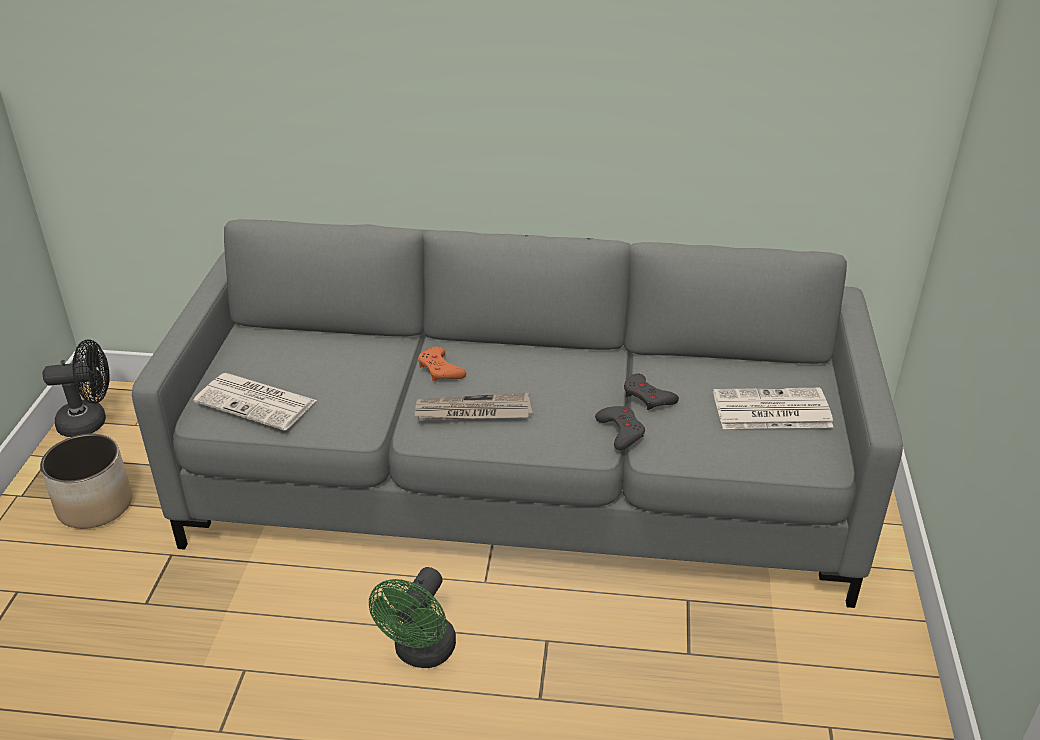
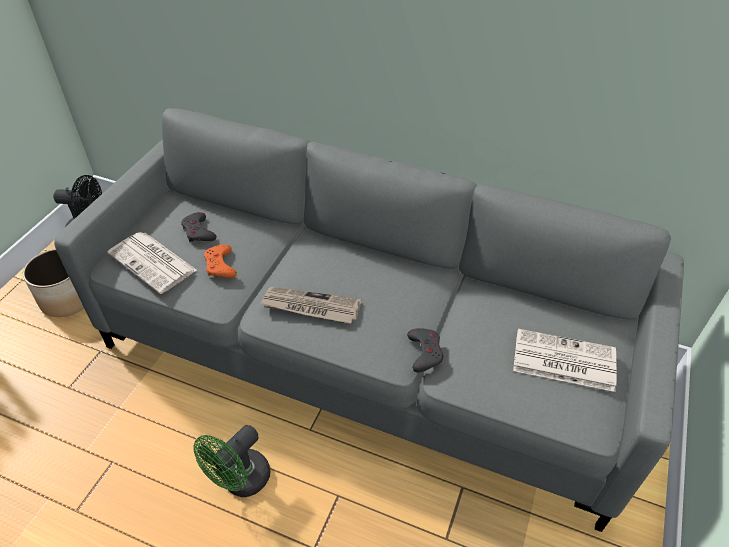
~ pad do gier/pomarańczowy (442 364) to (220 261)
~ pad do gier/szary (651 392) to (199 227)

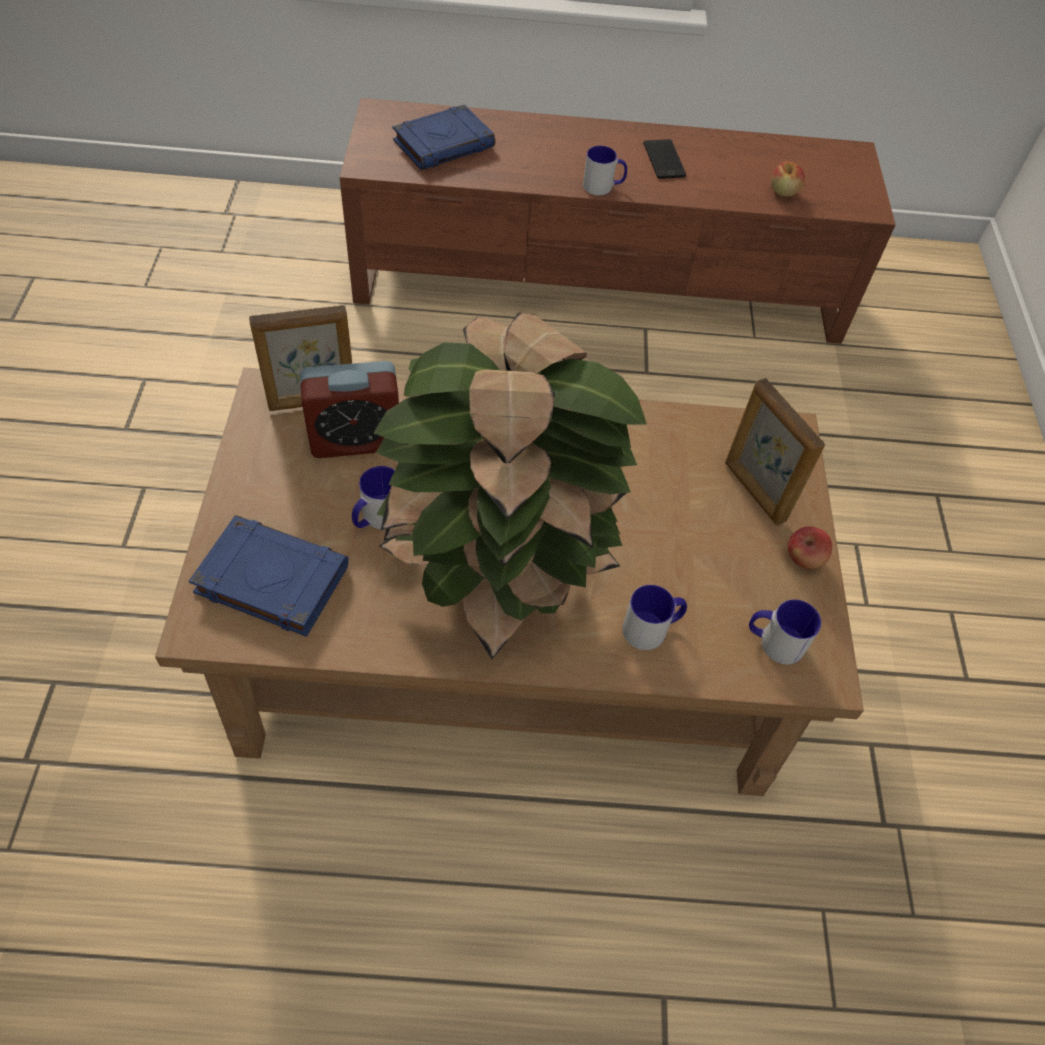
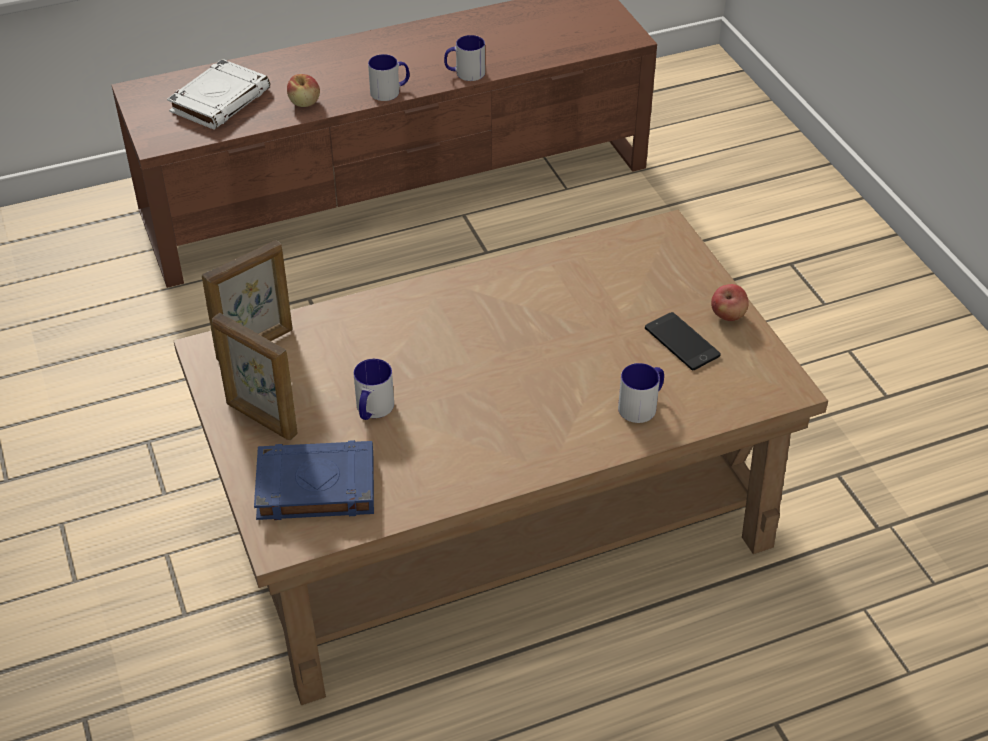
- budzik (349 409)
- roślina doniczkowa (510 485)
~ książka/niebieski (443 137) to książka/biały (218 94)
~ telefon (664 159) to (683 341)
~ ramka na zdjęcie (775 452) to (255 376)
~ kubek (785 631) to (464 58)
~ jabłko (788 178) to (303 90)

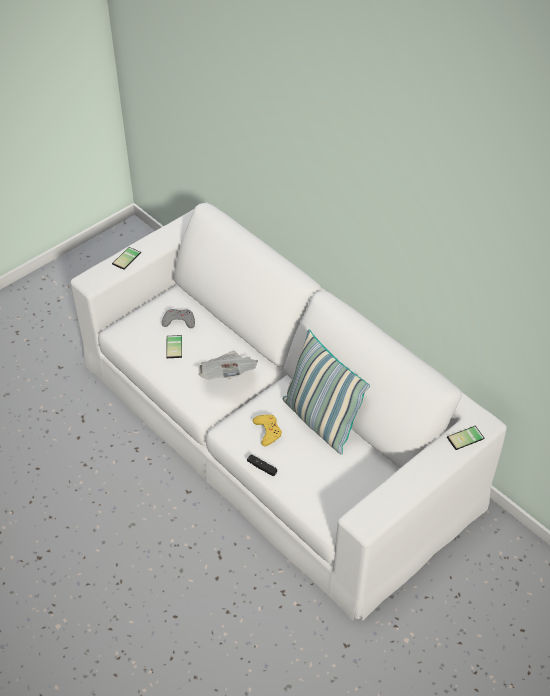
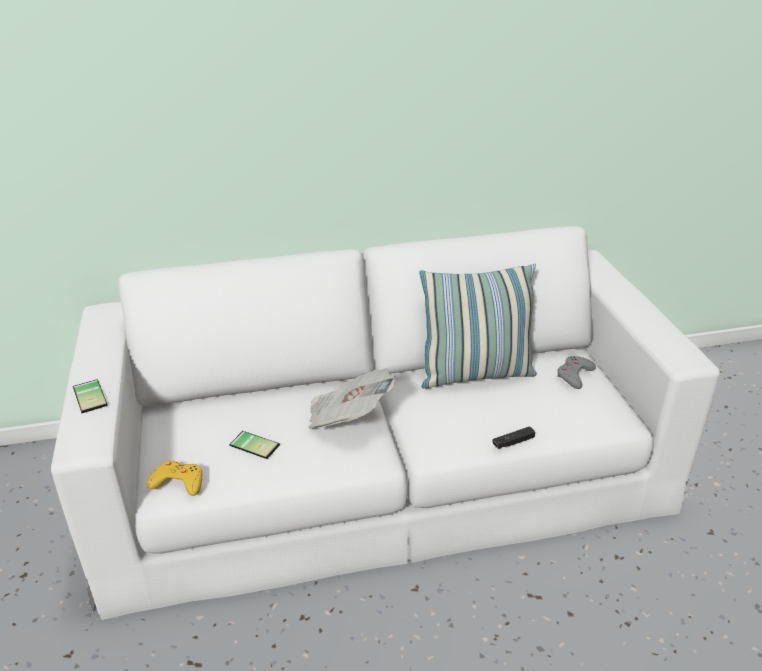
~ pad do gier/szary (178 318) to (576 372)
~ pad do gier/żółty (267 430) to (174 478)
- telefon (466 438)

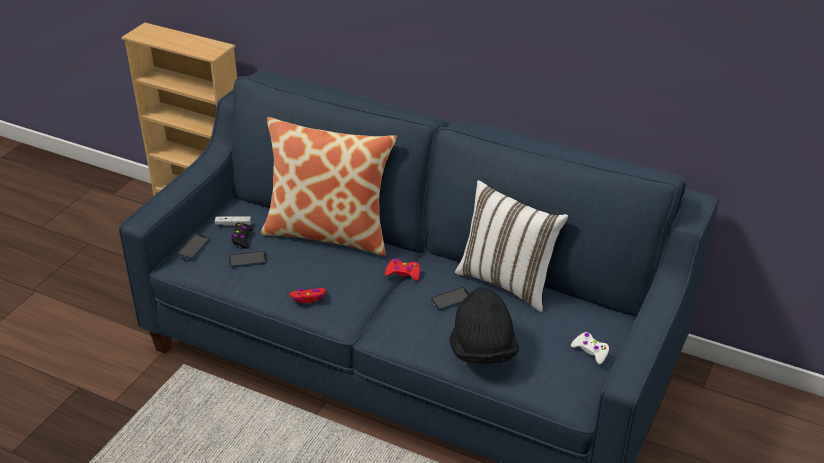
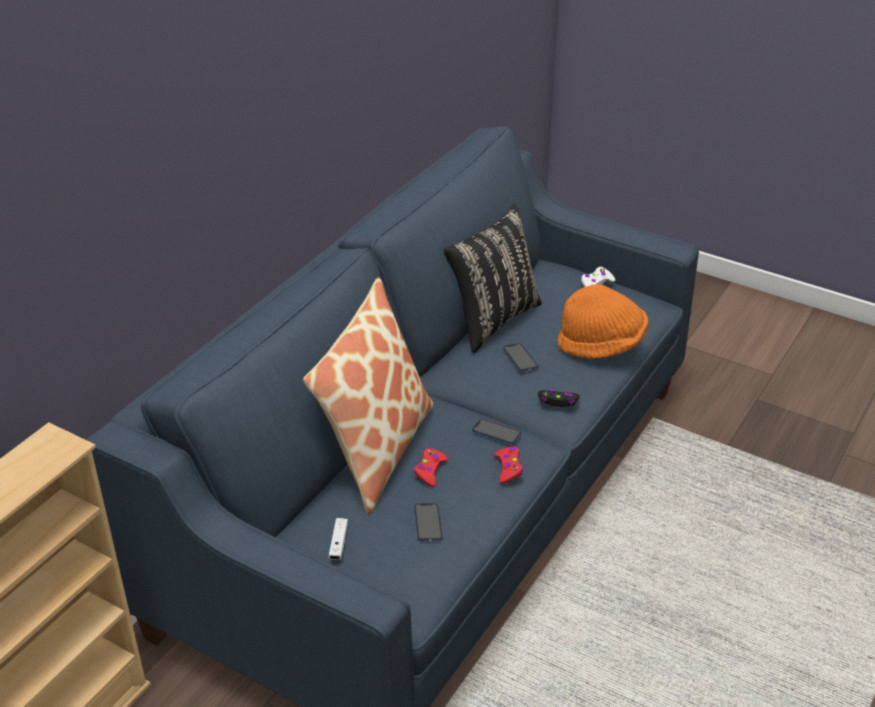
~ telefon (194 247) to (496 432)
~ pad do gier/czarny (242 236) to (559 398)
~ pad do gier/czerwony (402 270) to (431 467)
~ kapelusz/czarny (484 325) to kapelusz/pomarańczowy (602 321)
~ poduszka/biały (512 246) to poduszka/czarny (492 278)

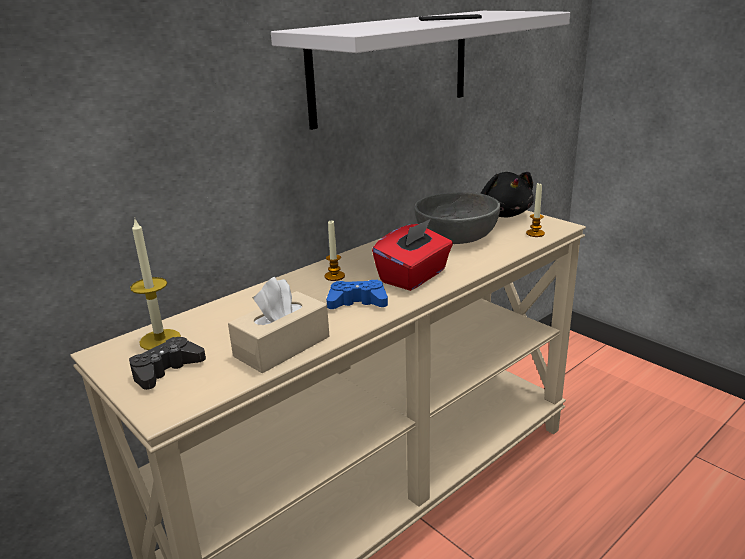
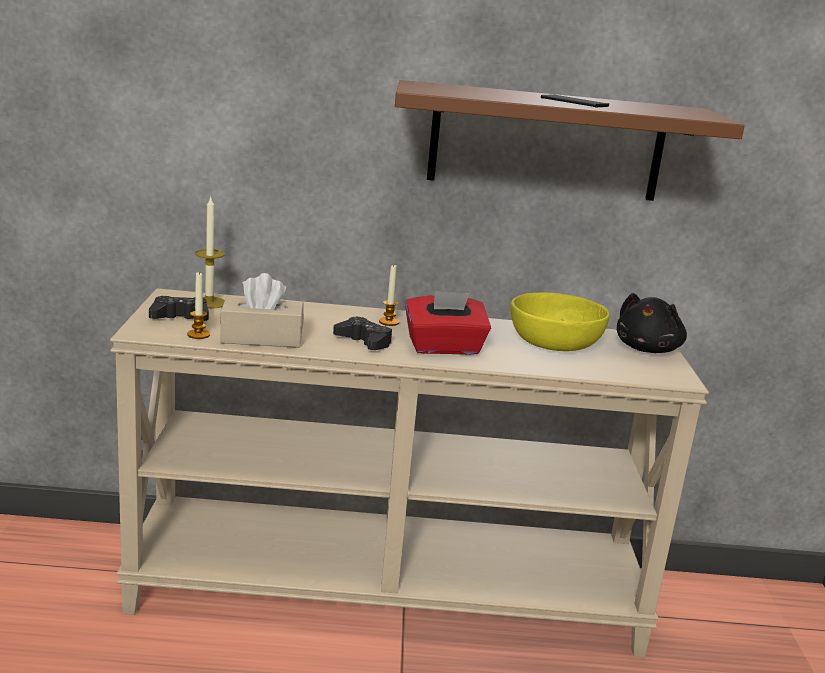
~ półka/biały (420 70) to półka/brązowy (570 140)
~ pad do gier/niebieski (357 294) to pad do gier/czarny (362 333)
~ miska/szary (457 218) to miska/żółty (560 322)
~ świeca (535 209) to (198 305)

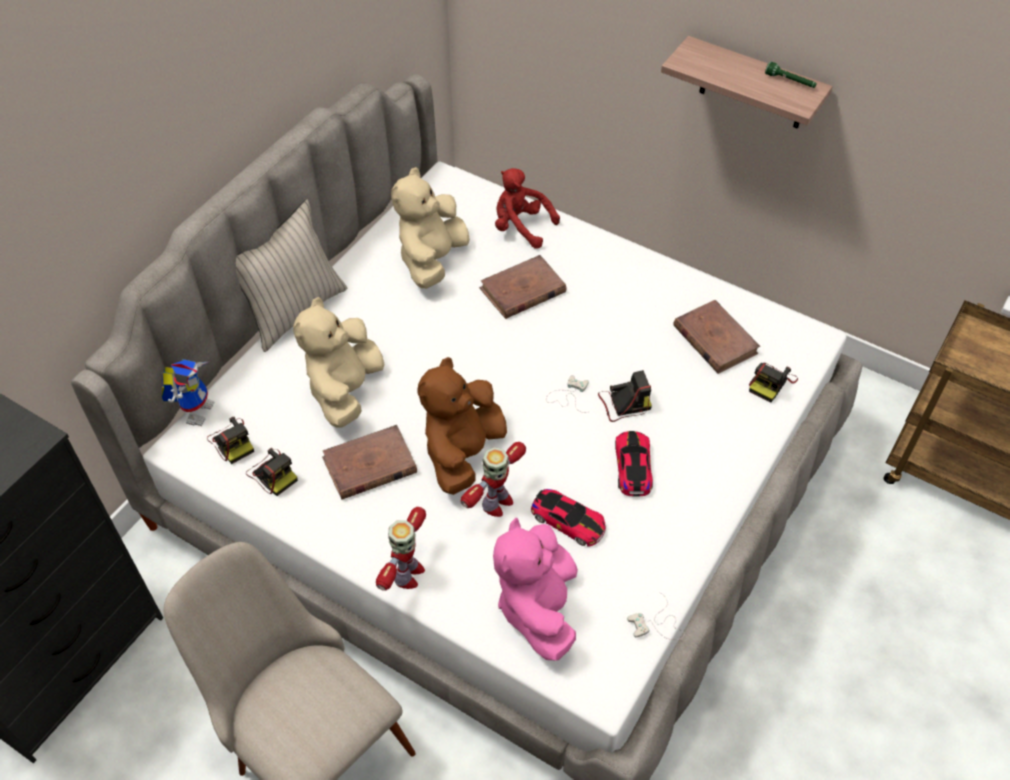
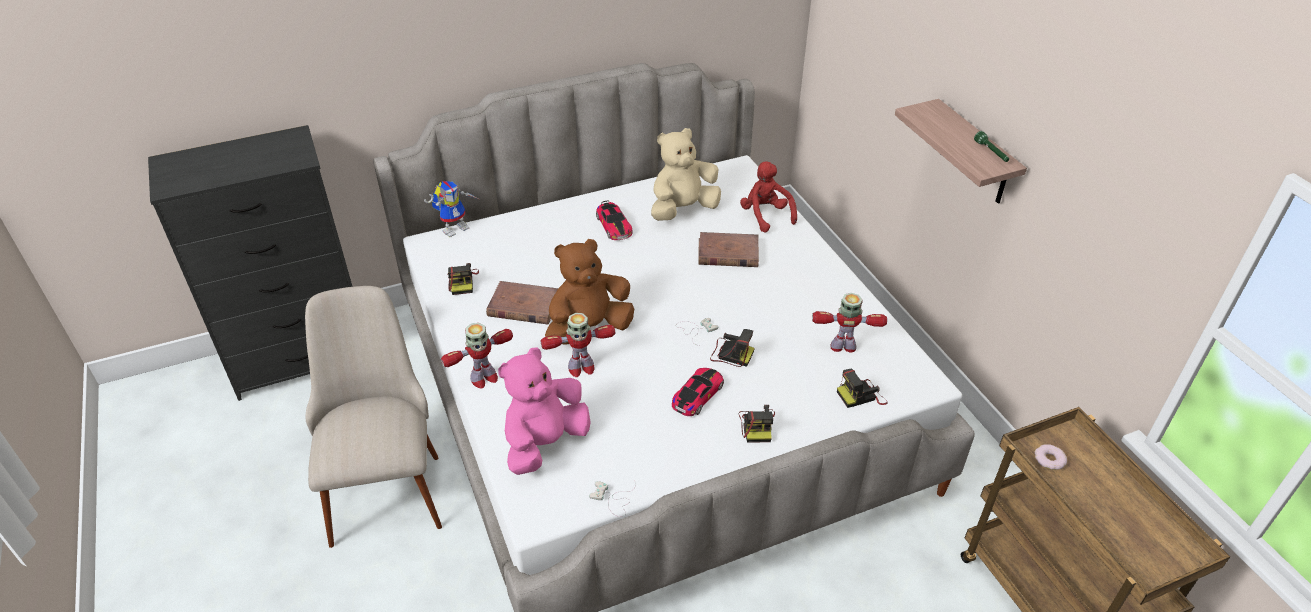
~ aparat fotograficzny (230 440) to (757 424)
- poduszka/beżowy (291 275)
- pluszak/beżowy (339 362)
~ samochodzik (568 517) to (614 220)
~ książka/brązowy (716 337) to robot zabawkowy (849 323)
+ donut (1051 457)

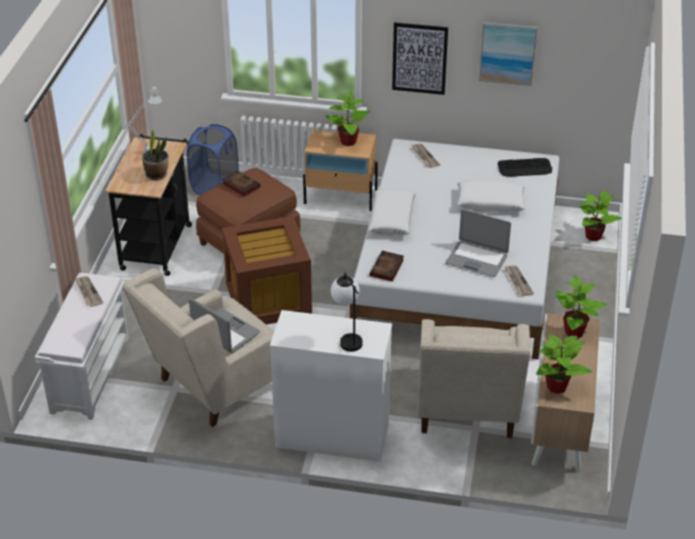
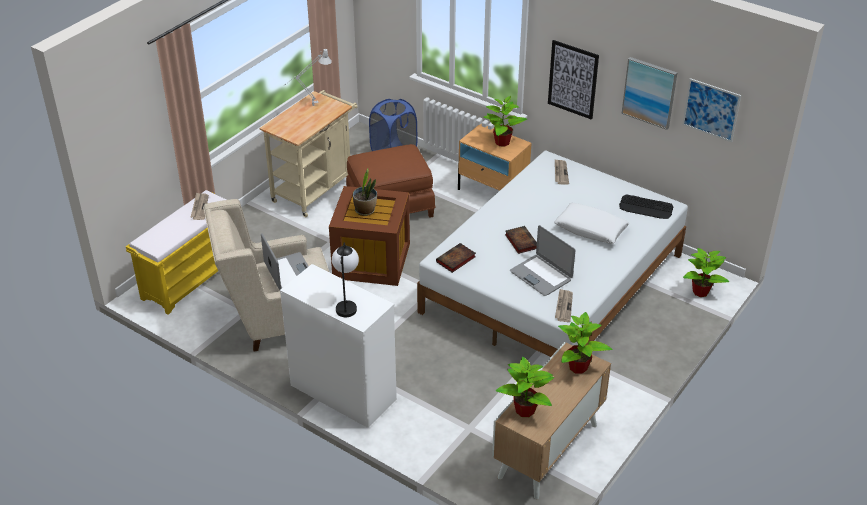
~ ławka/biały (82 346) to ławka/żółty (176 252)
~ wózek/czarny (148 205) to wózek/beżowy (308 153)
~ roślina doniczkowa (155 154) to (365 192)
~ książka (241 184) to (521 240)
- poduszka/biały (392 212)
- fotel/beżowy (473 378)
+ obraz (711 110)

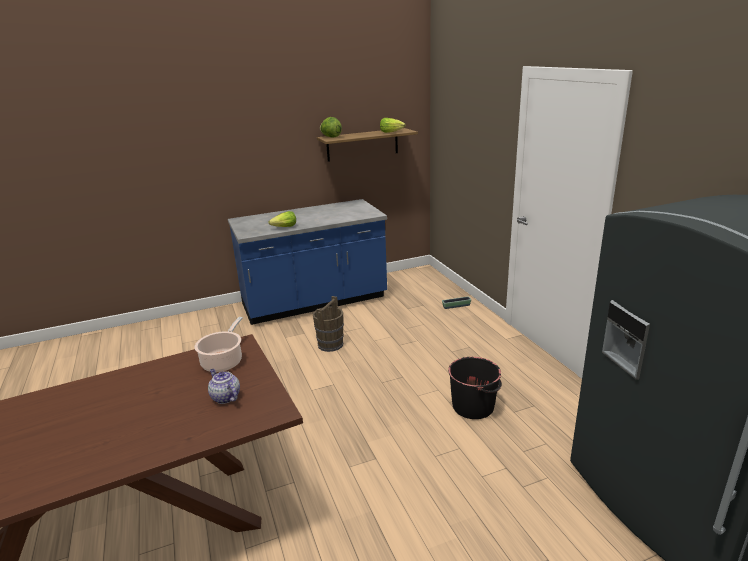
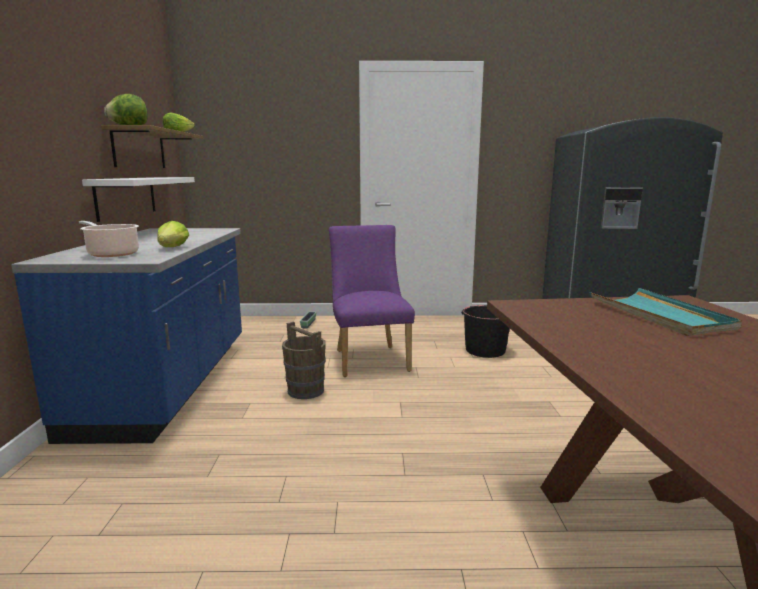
~ garnek (219 344) to (109 239)
~ imbryk (224 386) to taca/turkusowy (666 312)
+ półka/biały (138 199)
+ krzesło/fioletowy (372 301)

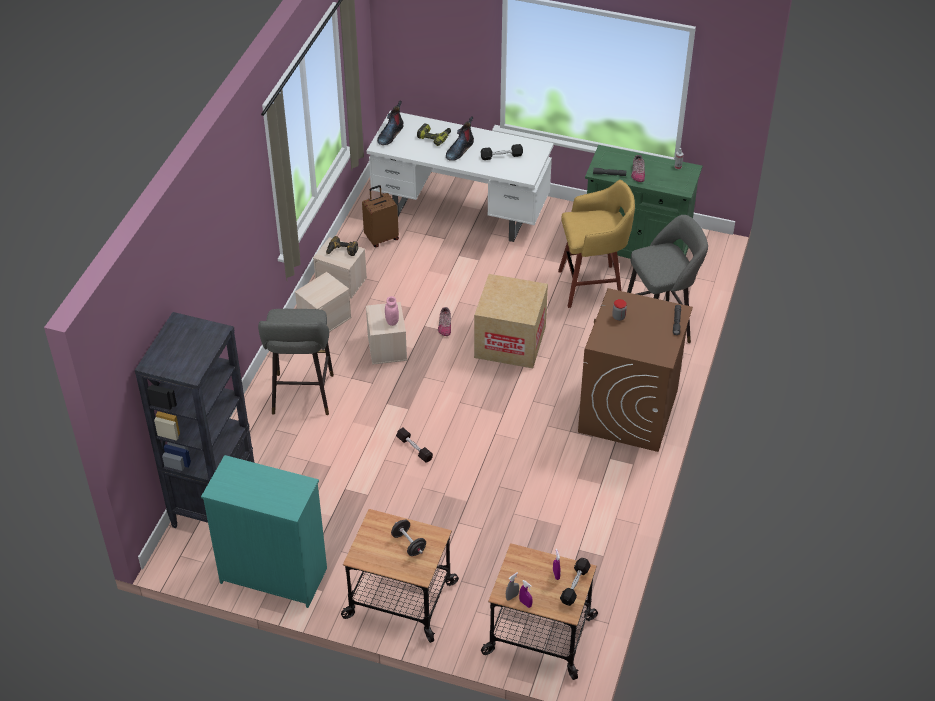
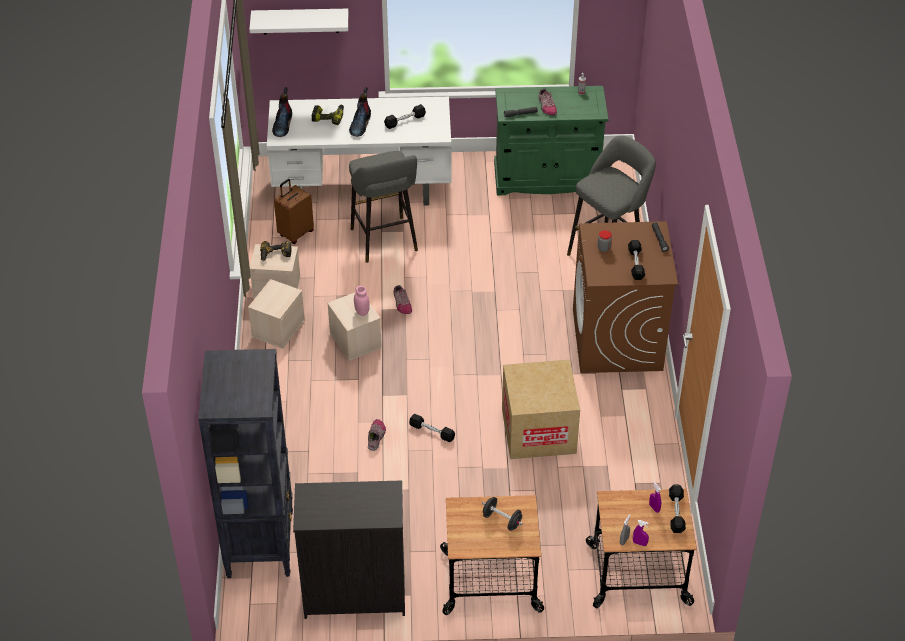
~ komoda/turkusowy (264 531) to komoda/czarny (349 549)
~ stołek/szary (296 362) to (383 207)
~ karton (511 321) to (541 409)
- stołek/żółty (596 244)
+ półka/biały (298 22)
+ but (377 435)
+ hantel/czarny (636 260)

